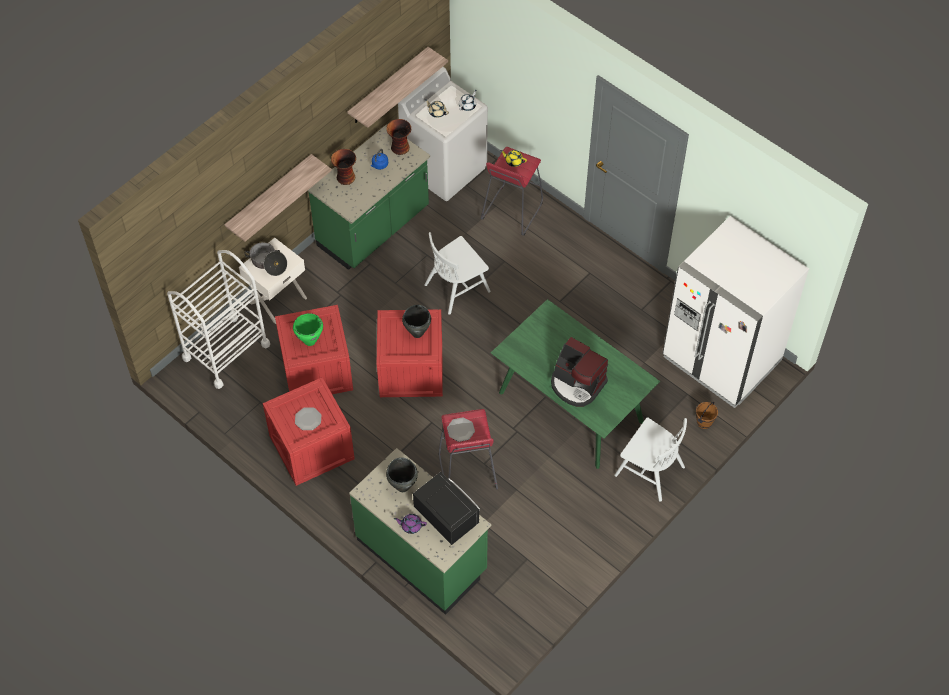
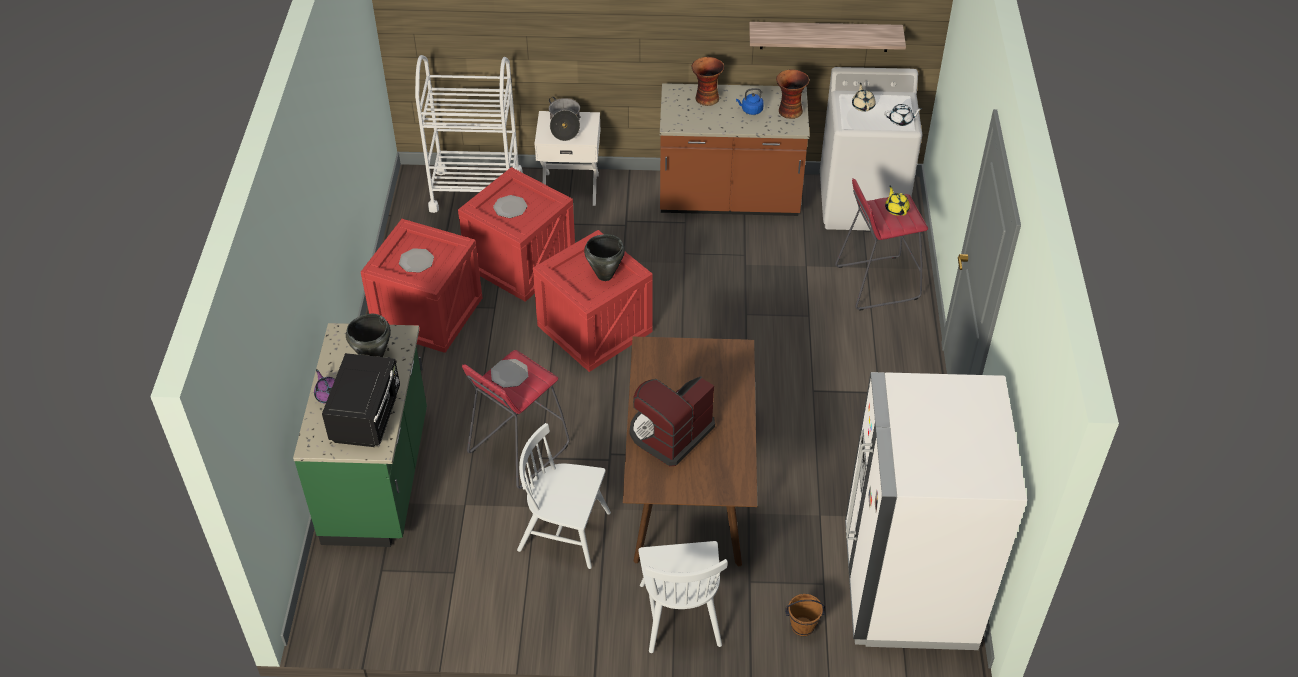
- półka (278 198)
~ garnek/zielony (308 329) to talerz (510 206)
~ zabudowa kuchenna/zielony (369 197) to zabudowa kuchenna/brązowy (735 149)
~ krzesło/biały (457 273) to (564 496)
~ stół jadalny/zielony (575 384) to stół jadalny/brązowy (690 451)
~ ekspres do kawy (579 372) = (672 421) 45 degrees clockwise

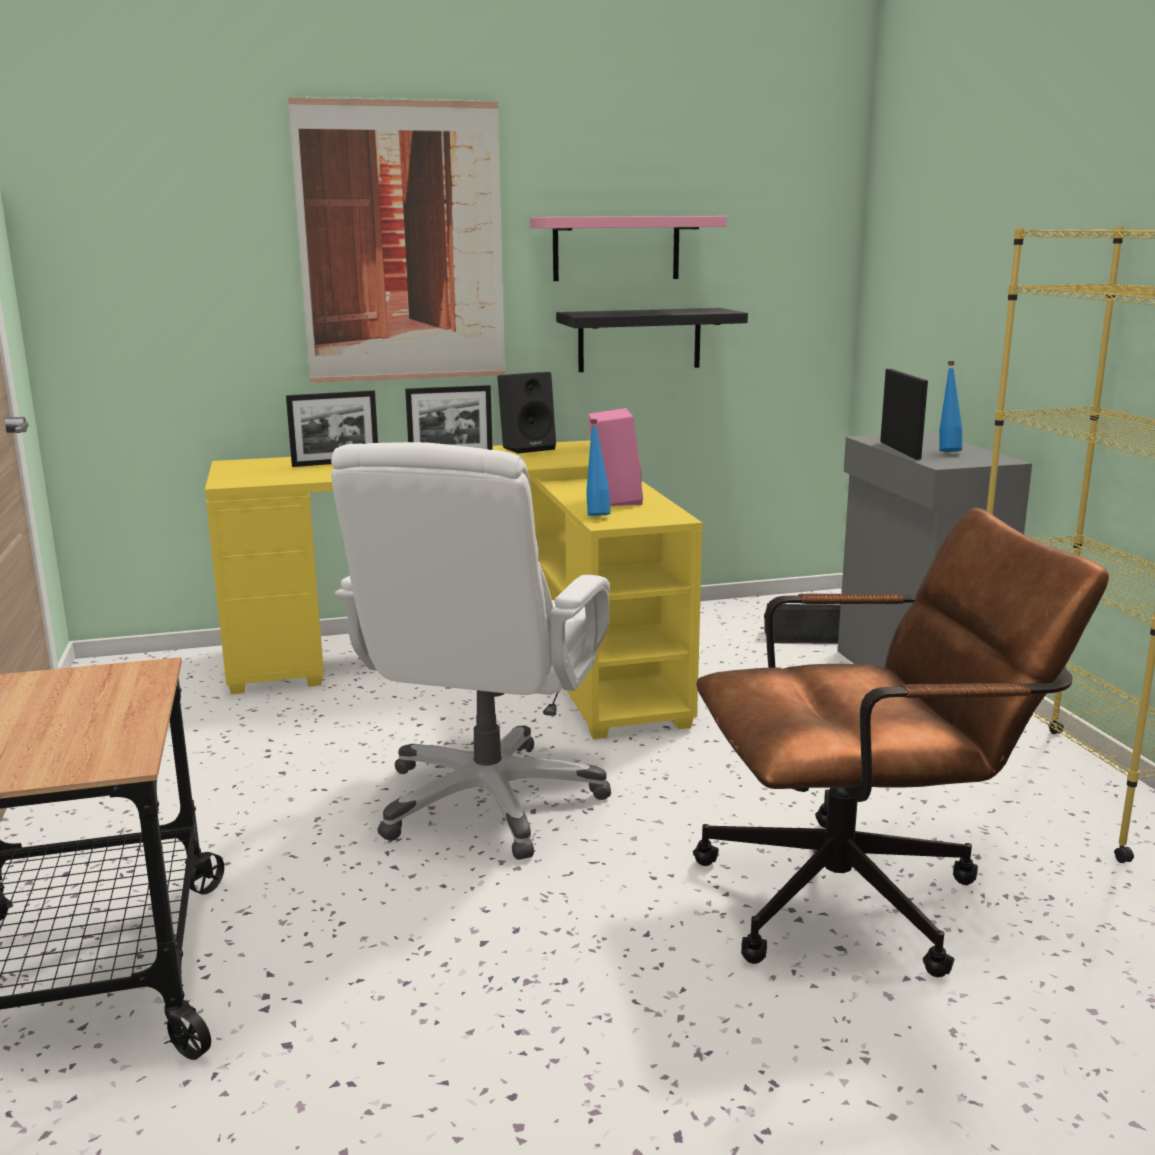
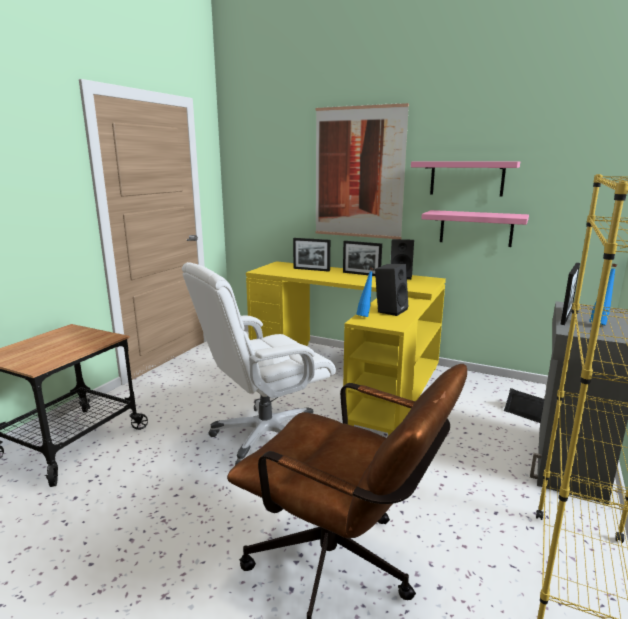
~ półka/czarny (652 340) to półka/różowy (475 228)
~ głośnik/różowy (615 457) to głośnik/czarny (391 290)

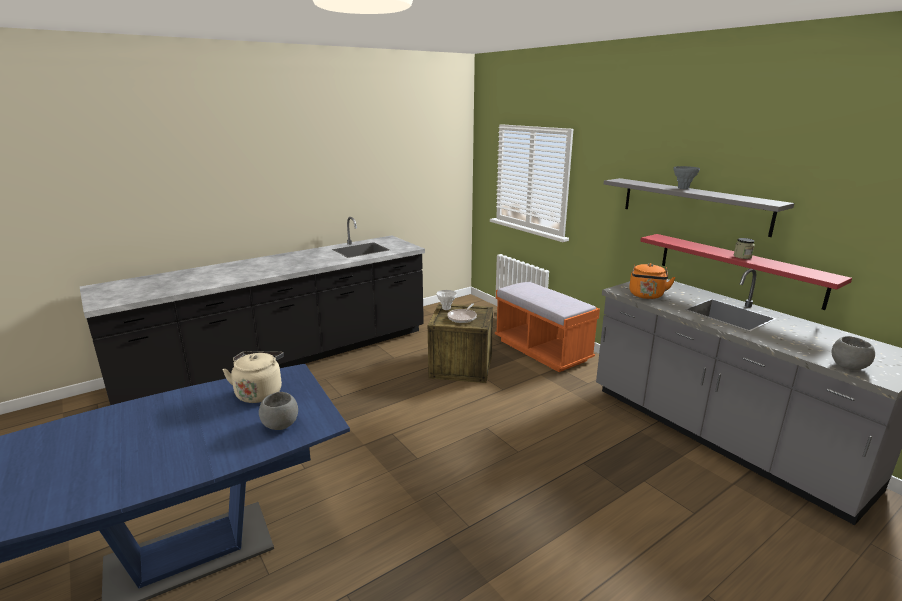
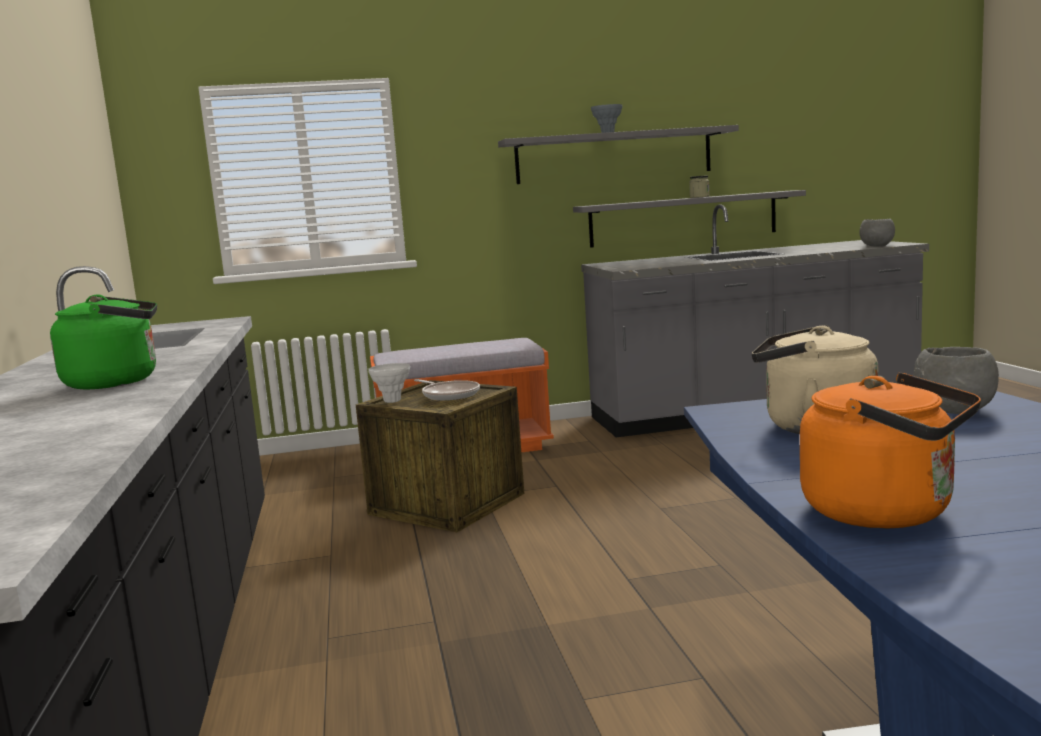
~ czajnik/pomarańczowy (652 281) to (890 451)
~ półka/czerwony (746 272) to półka/szary (689 219)
+ czajnik/zielony (103 342)

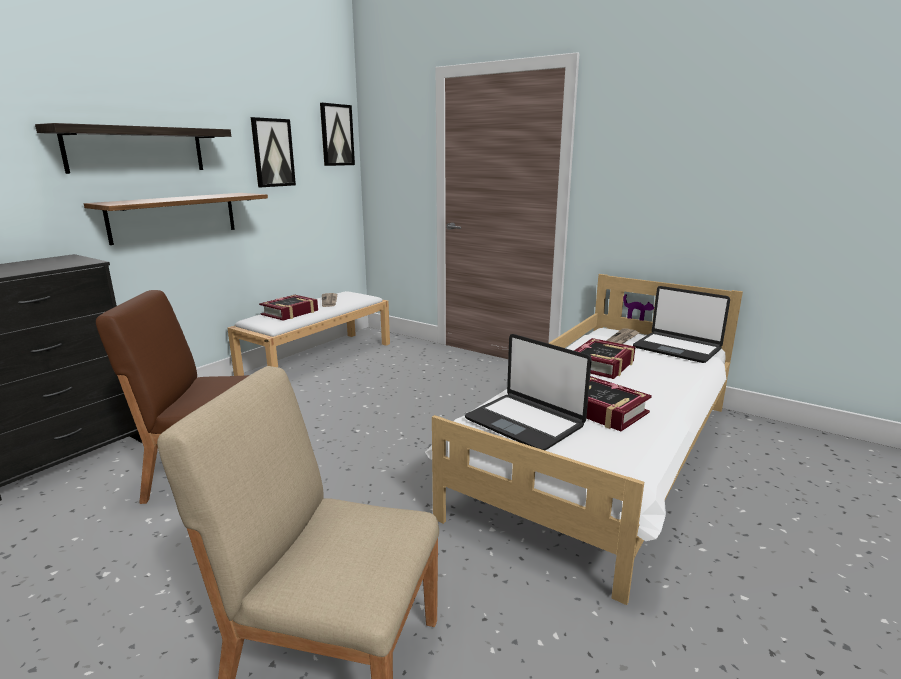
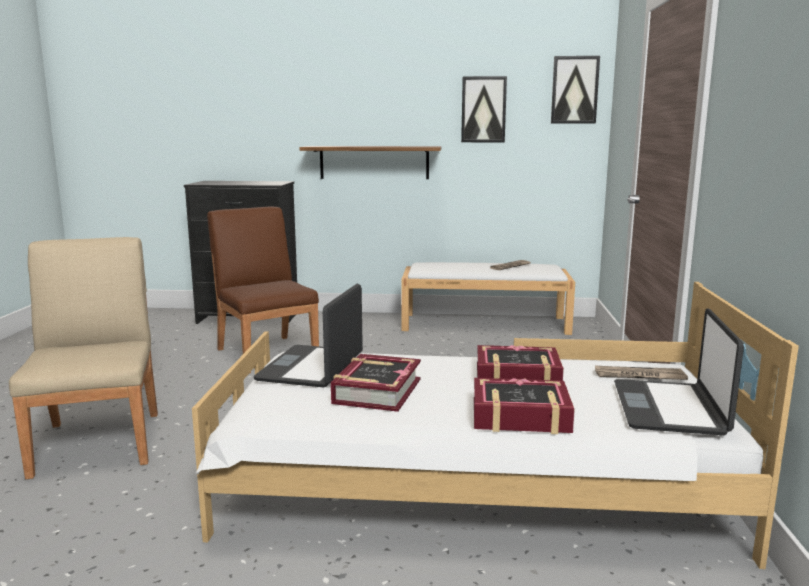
- półka (133 148)
~ książka (288 308) to (524 406)

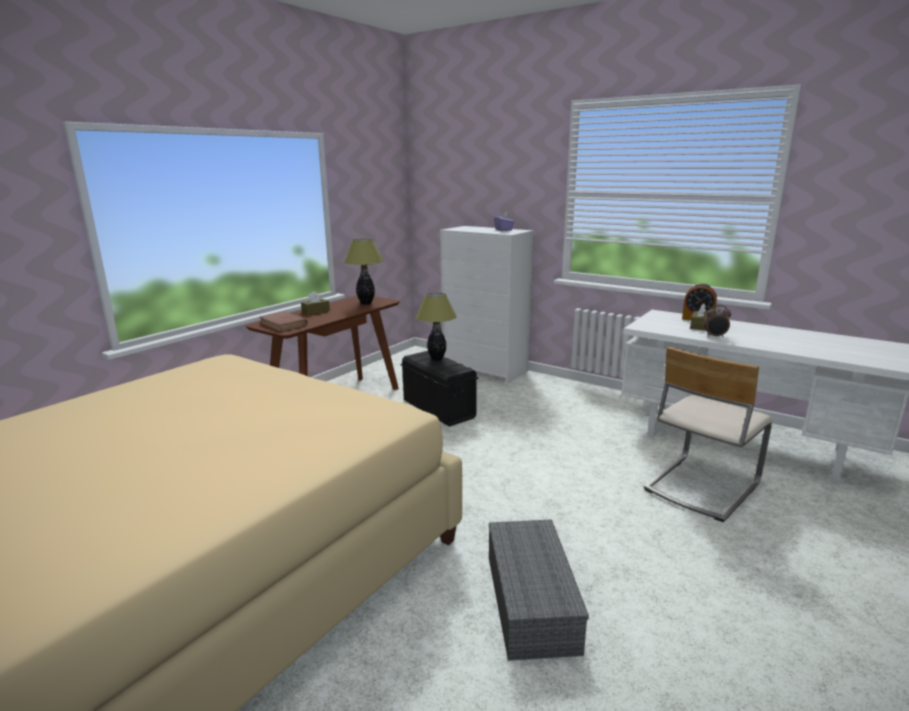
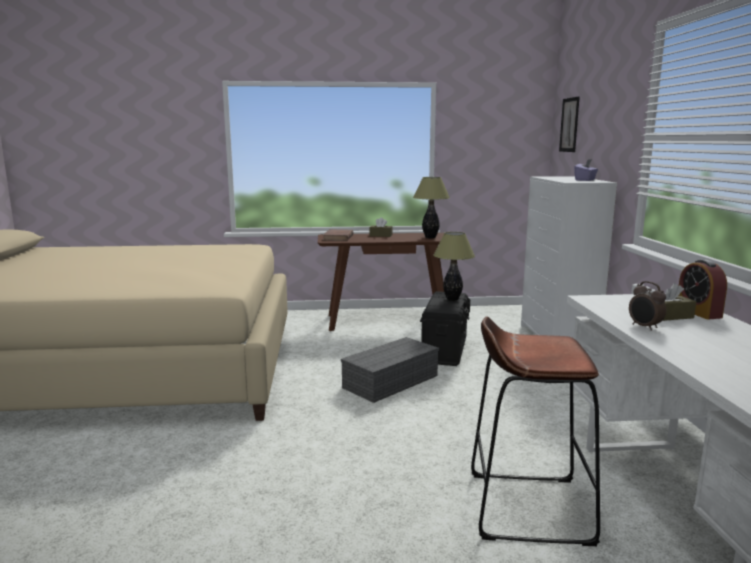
~ pojemnik do przechowywania/szary (539 590) to (390 370)
~ krzesło/beżowy (708 434) to stołek/brązowy (535 431)
+ obraz (569 124)

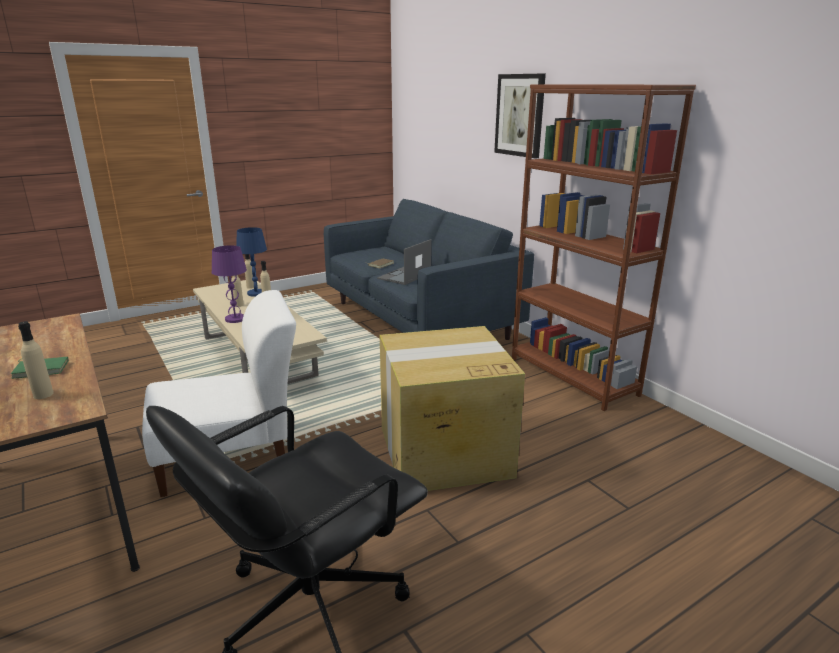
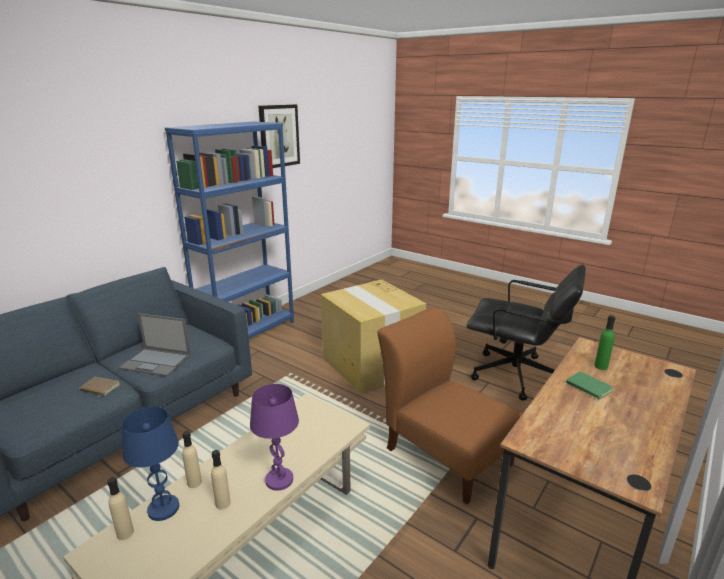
~ butelka/beżowy (36 360) to butelka/zielony (604 342)
~ krzesło/biały (219 393) to krzesło/brązowy (450 405)
~ obraz (520 116) to (279 136)
~ regał/brązowy (604 247) to regał/niebieski (229 230)

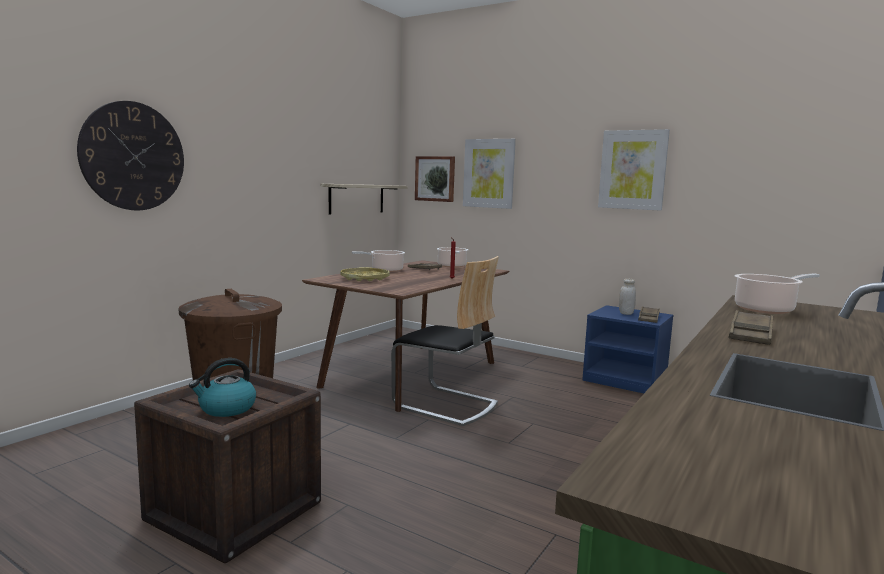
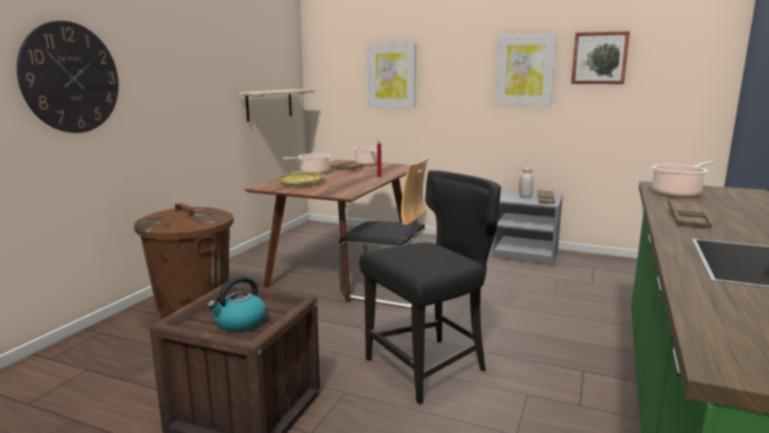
~ obraz (435 179) to (600 57)
~ szafka nocna/niebieski (628 349) to szafka nocna/szary (527 227)
+ krzesło/czarny (430 287)

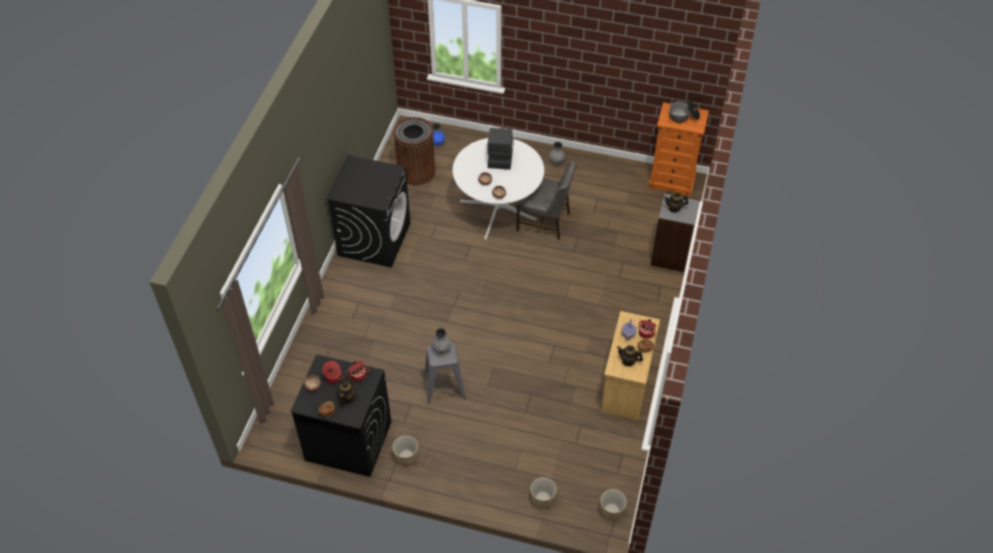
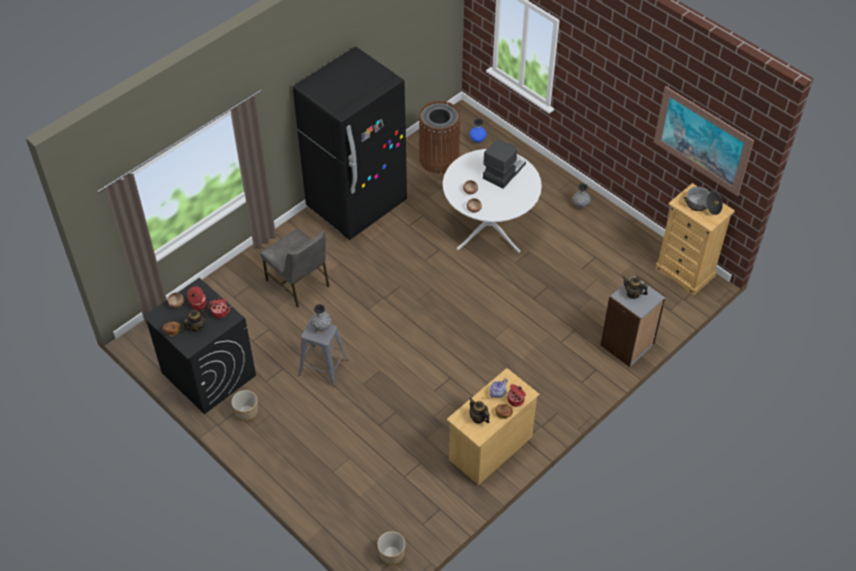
~ pralka/czarny (368 211) to lodówka/czarny (350 143)
~ krzesło/szary (546 200) to (294 268)
- donica (543 492)
~ komoda/pomarańczowy (678 149) to komoda/beżowy (695 239)
+ obraz (704 141)

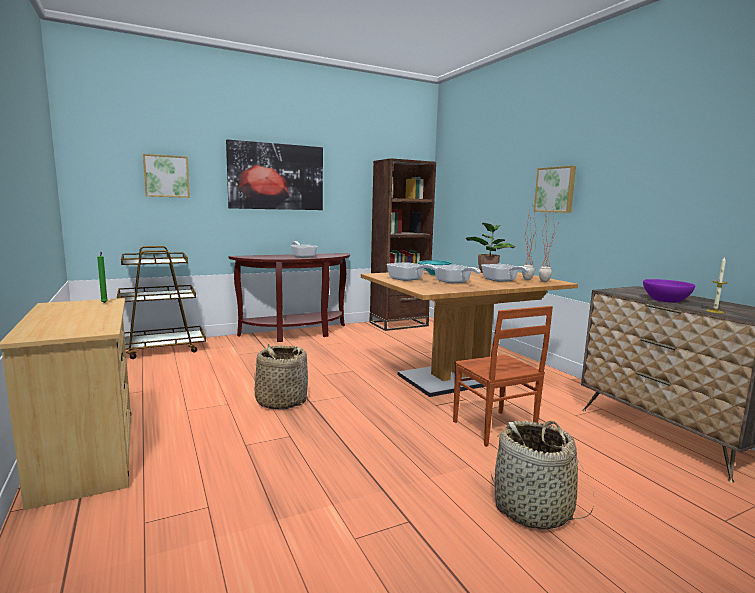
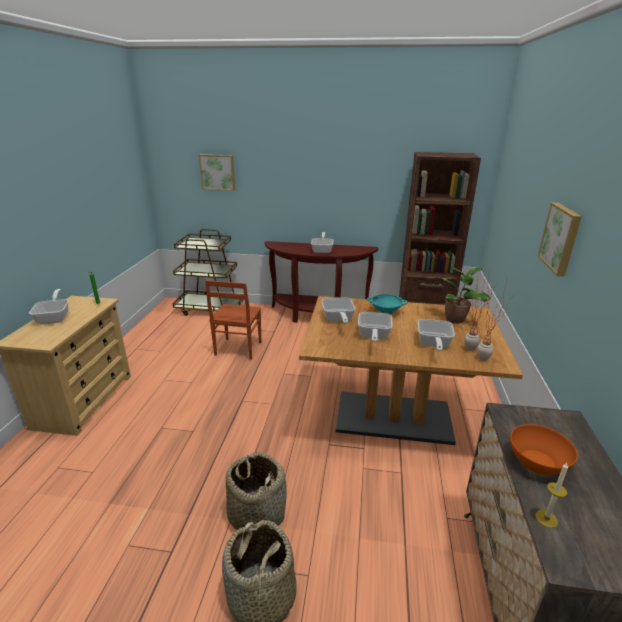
- obraz (274 174)
~ koszyk (281 377) to (256 491)
~ krzesło/brązowy (503 376) to (233 320)
~ miska/fioletowy (669 291) to miska/pomarańczowy (544 449)
+ patelnia (49 306)

